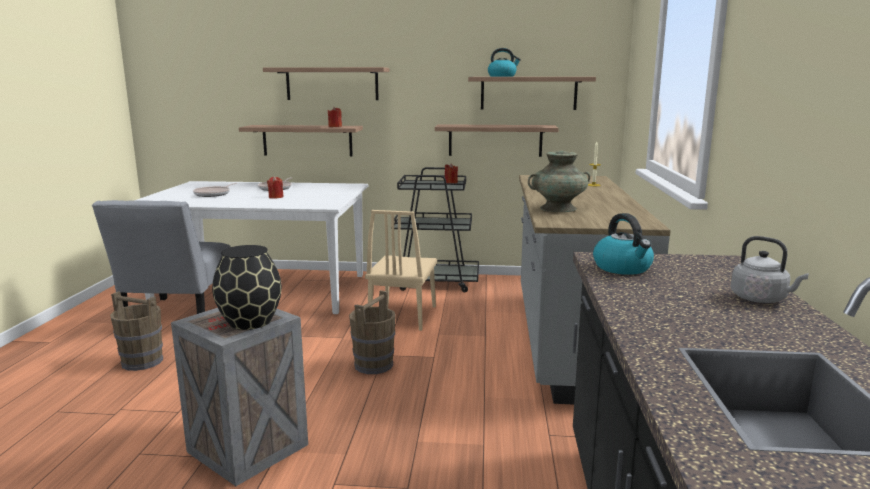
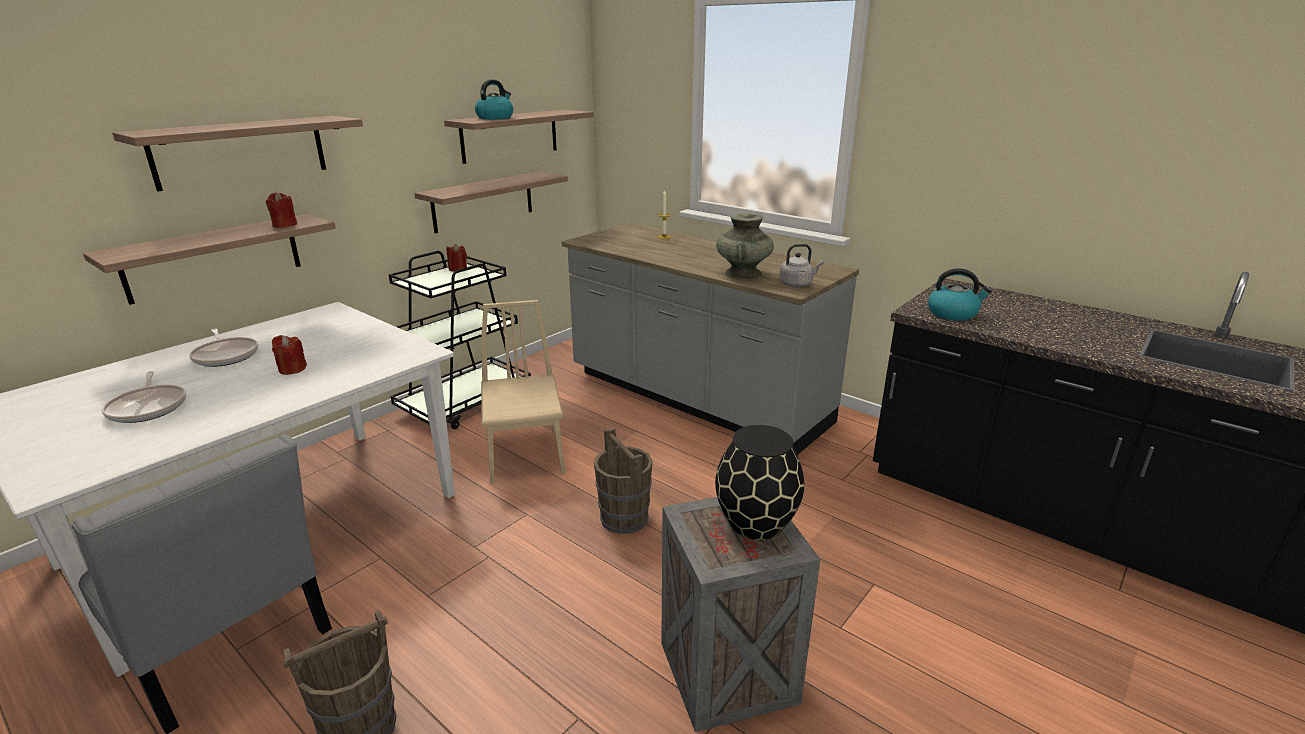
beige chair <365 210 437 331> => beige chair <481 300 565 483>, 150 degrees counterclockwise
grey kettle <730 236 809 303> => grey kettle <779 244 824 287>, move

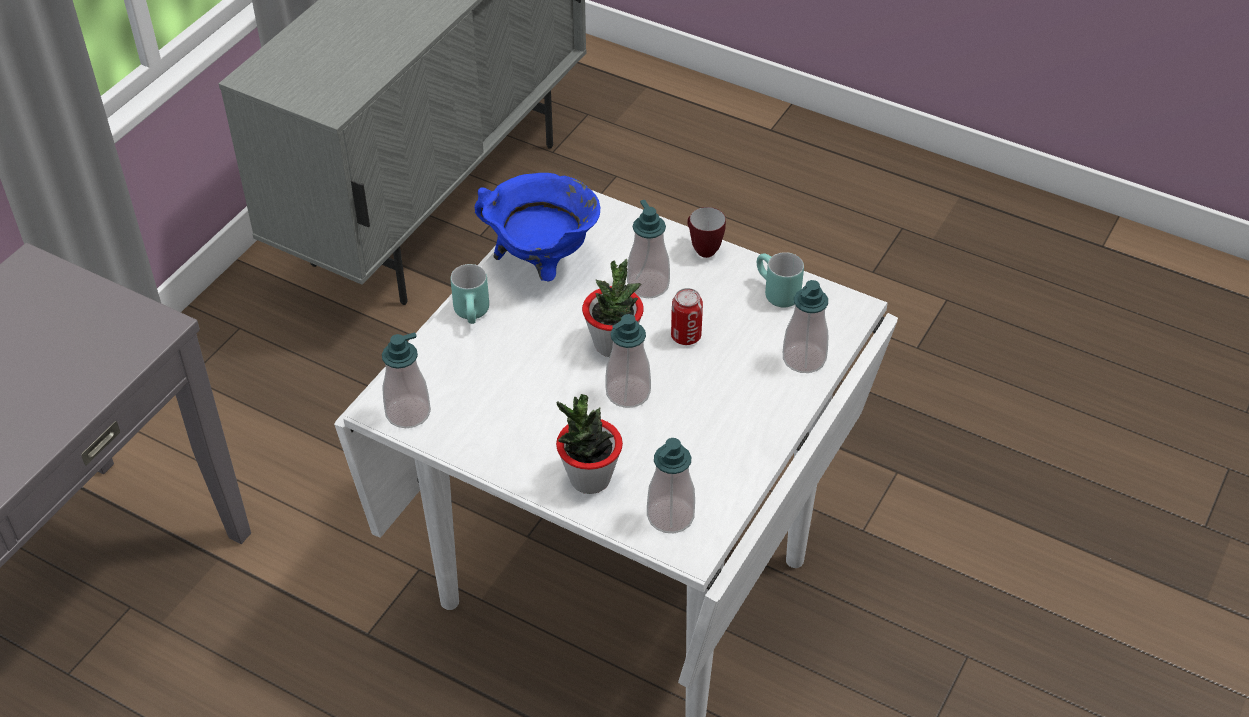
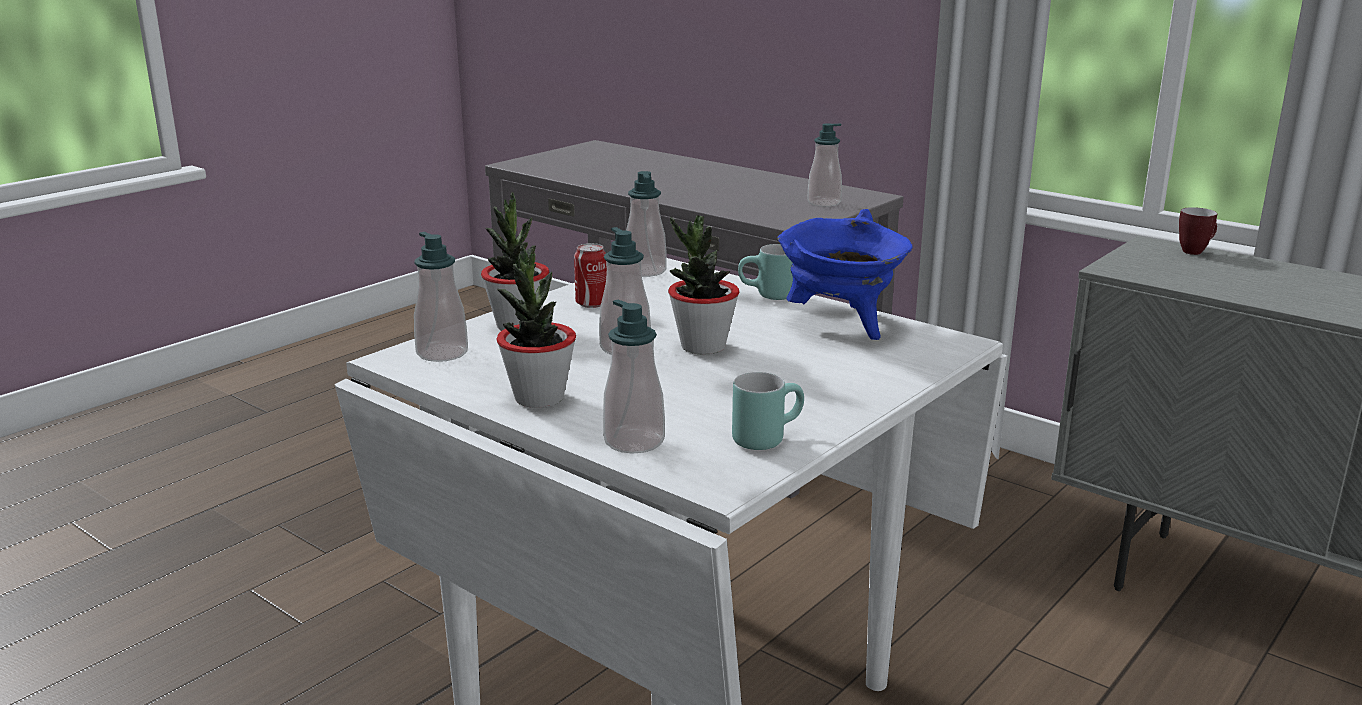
soap dispenser <627 200 670 298> => soap dispenser <807 123 842 207>, move
can <671 288 703 345> => can <574 243 607 308>, move
mug <687 207 726 258> => mug <1179 207 1217 255>, move
nothing => potted plant <496 244 576 408>

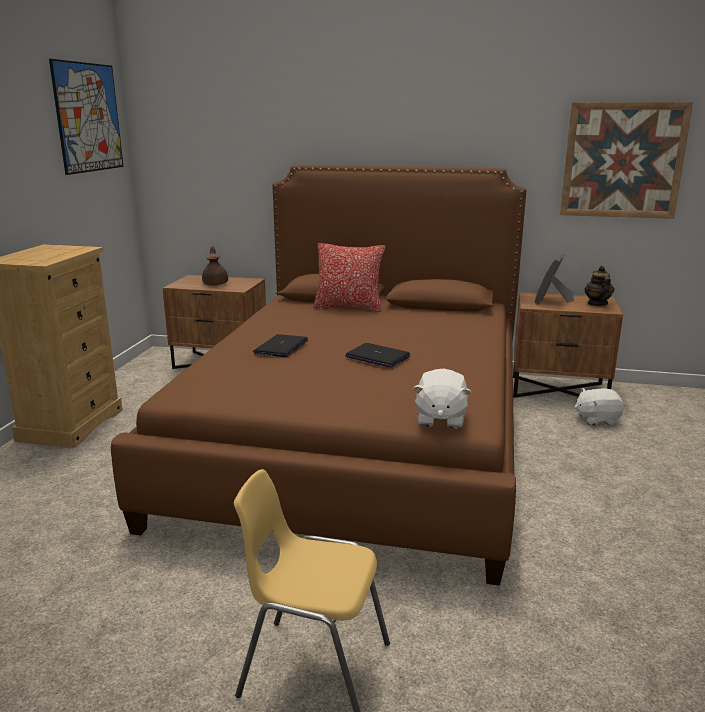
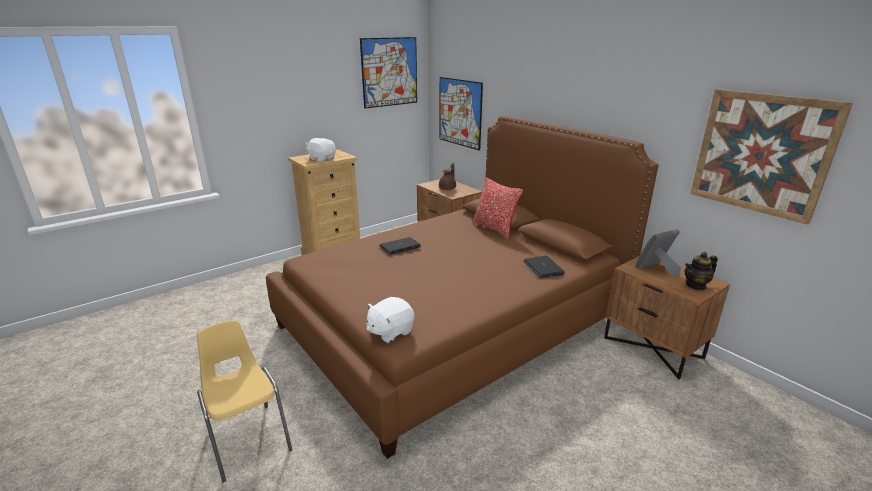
laptop <346 343 410 368> => laptop <523 256 565 278>, move
white plush toy <574 388 624 426> => white plush toy <305 138 336 162>, move
teapot <584 266 614 306> => teapot <685 252 718 290>, 150 degrees counterclockwise
nothing => picture <439 77 483 151>

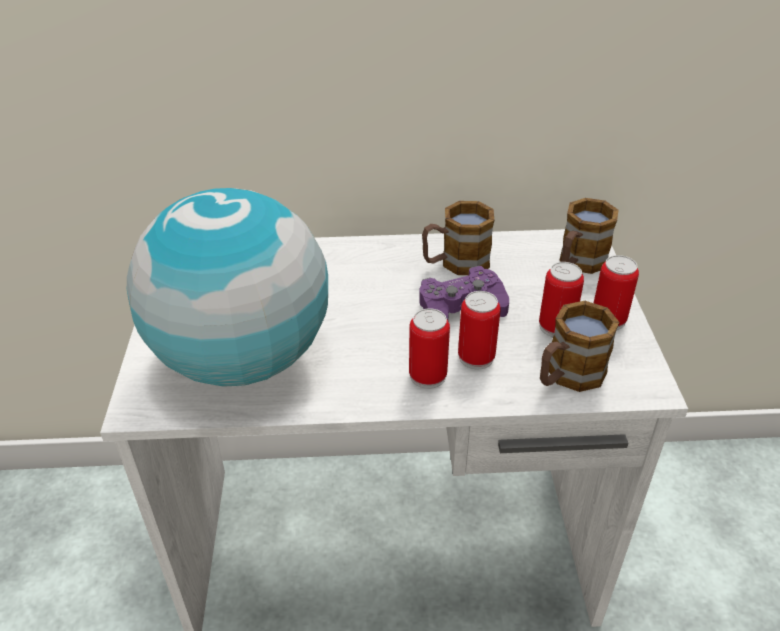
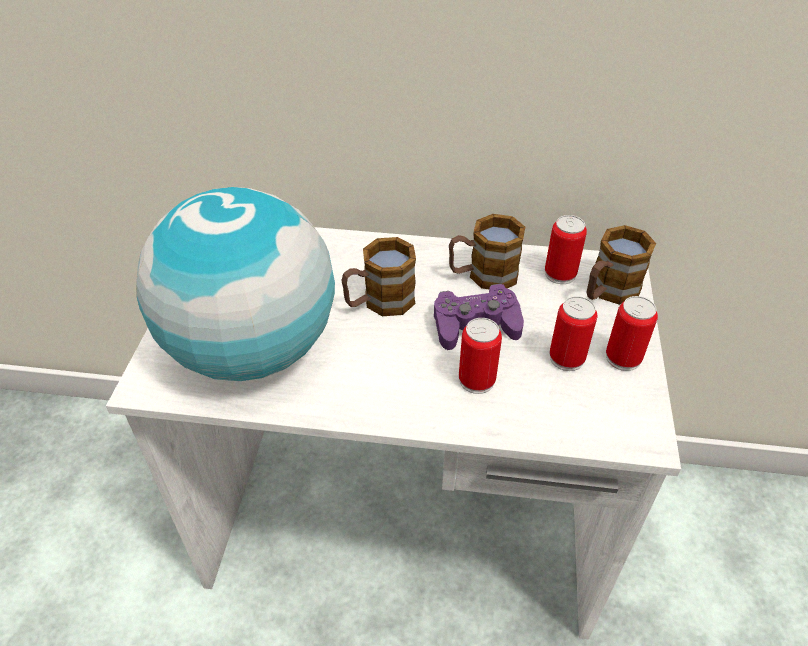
can <409 308 450 389> => can <545 215 587 284>, move
mug <540 301 620 392> => mug <341 237 416 316>, move

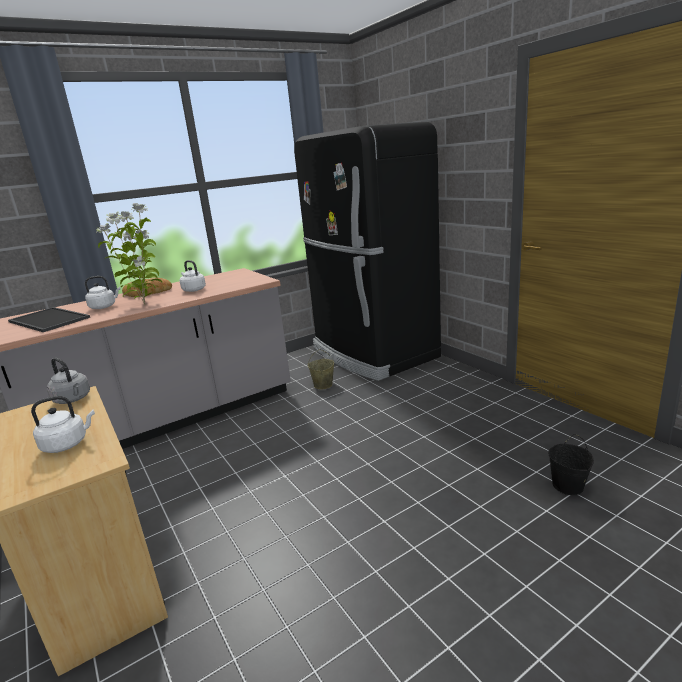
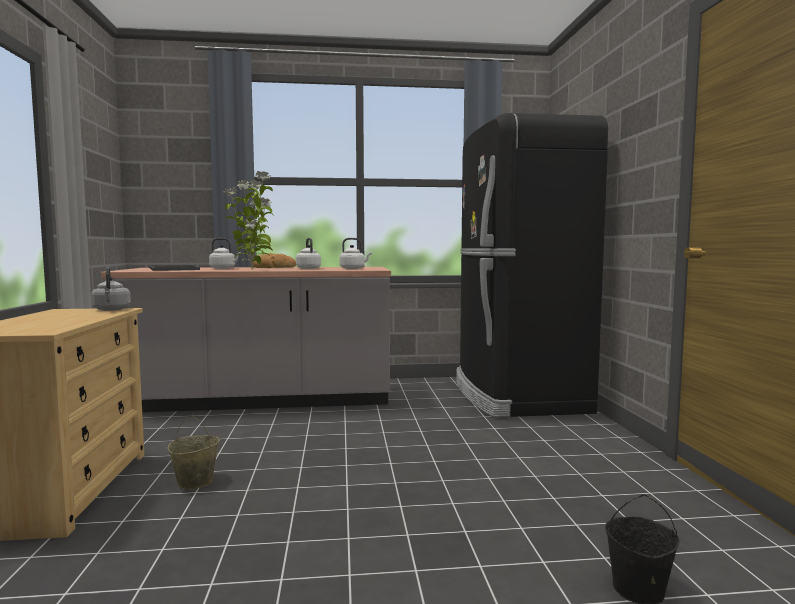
white kettle <31 396 95 453> => white kettle <340 238 372 269>, move
beige bucket <308 349 334 390> => beige bucket <167 416 220 489>, move

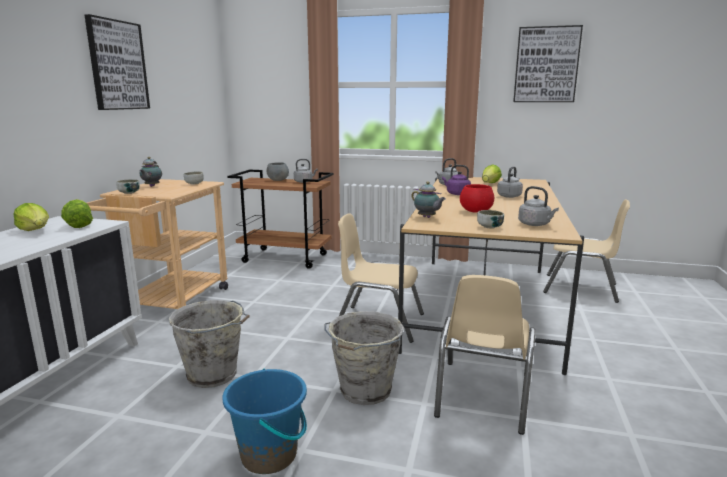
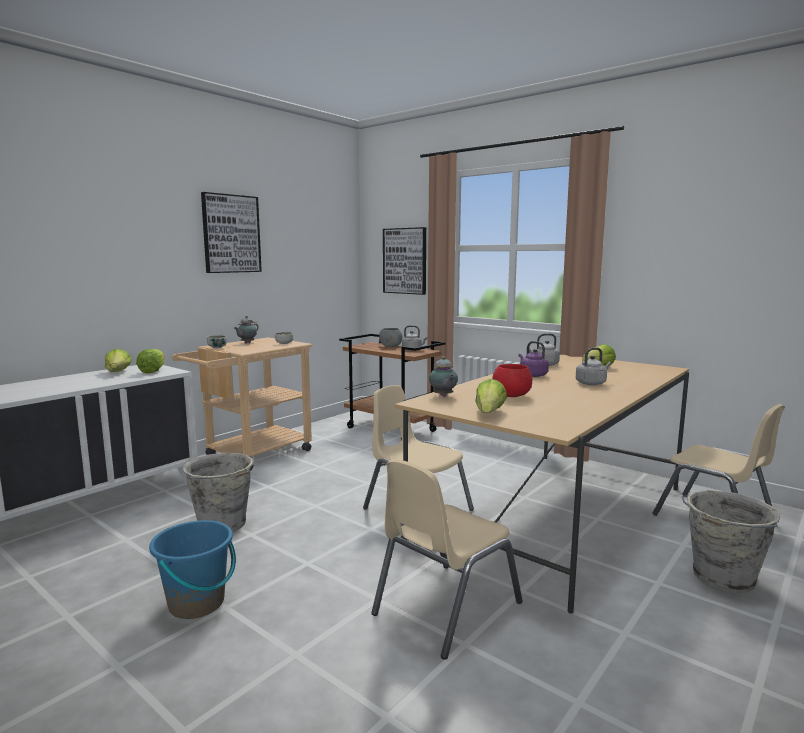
grey bucket <325 311 404 405> => grey bucket <682 490 780 593>, move
bowl <477 210 504 229> => lettuce <475 379 507 413>
picture <513 25 583 102> => picture <383 227 426 295>, move
grey kettle <518 186 559 226> => nothing

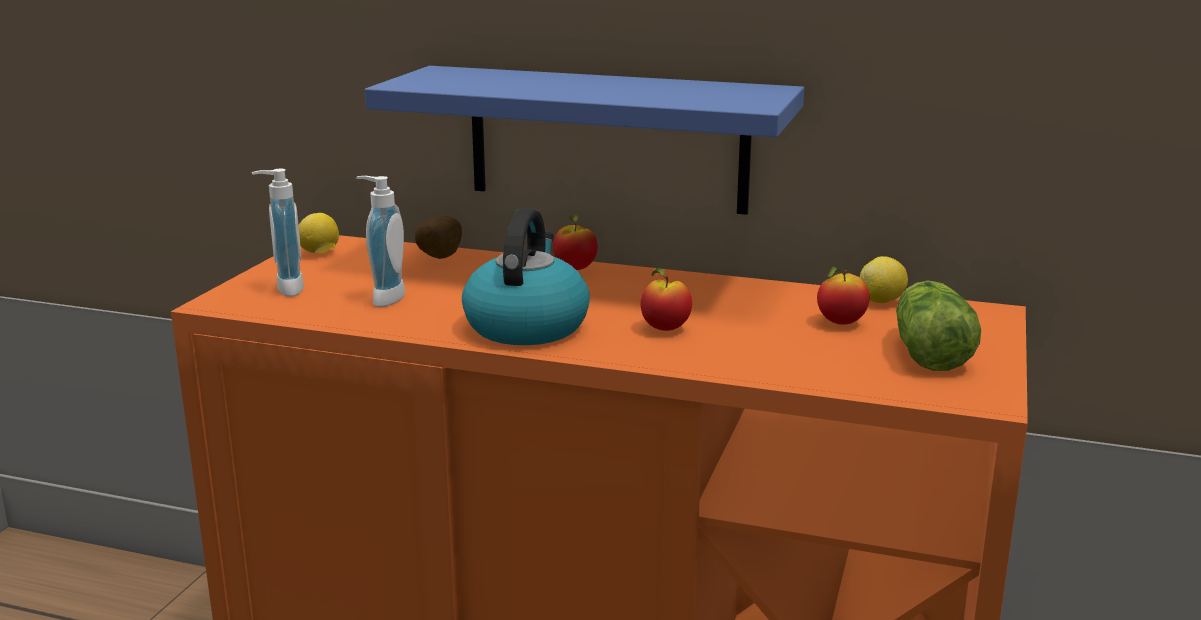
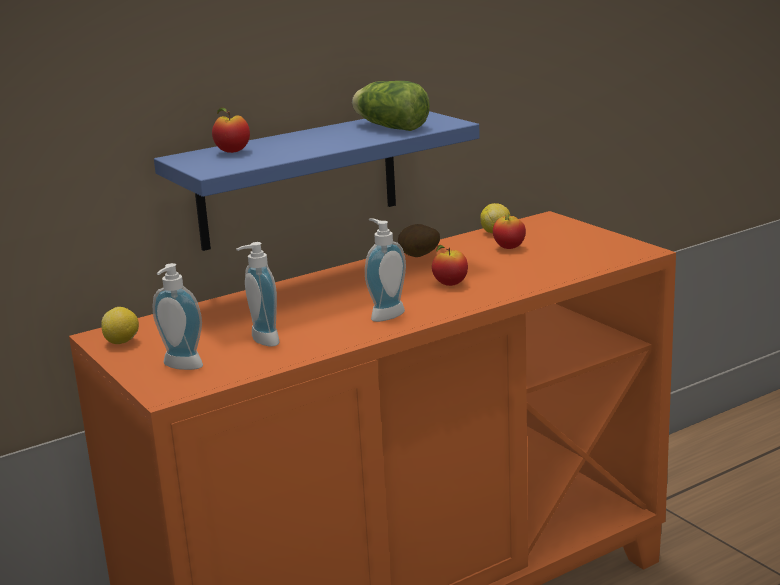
potato <415 216 462 259> => potato <397 224 440 257>, move
kettle <462 208 590 345> => soap dispenser <365 218 406 322>
apple <553 215 598 270> => apple <212 107 250 153>, move
lettuce <896 281 981 371> => lettuce <352 81 430 131>, move

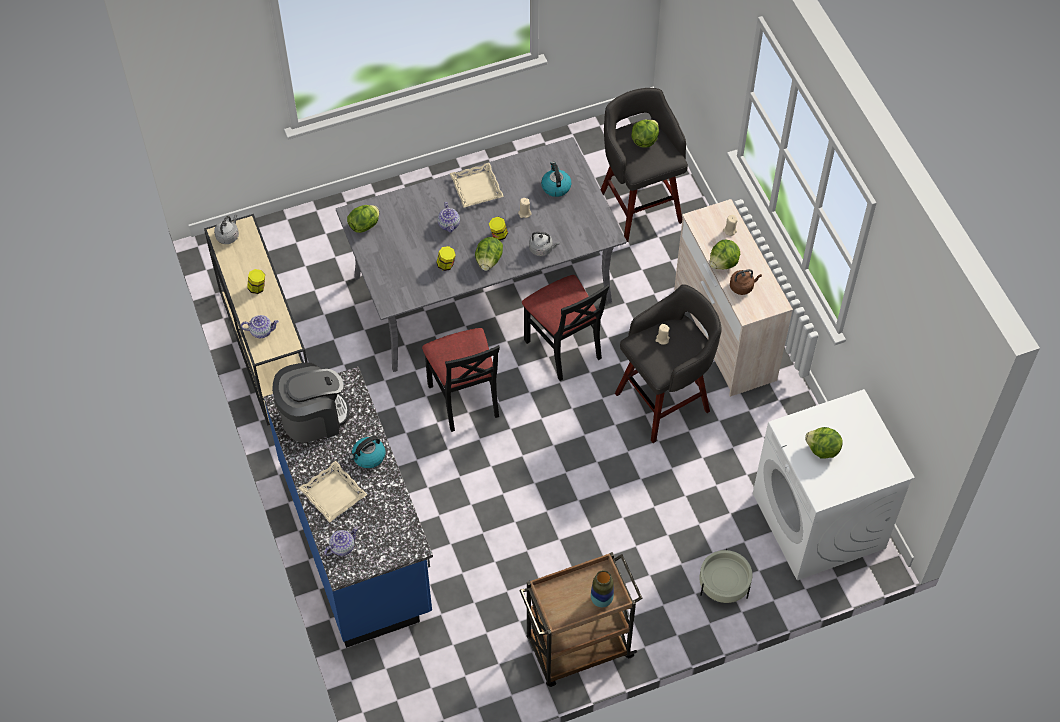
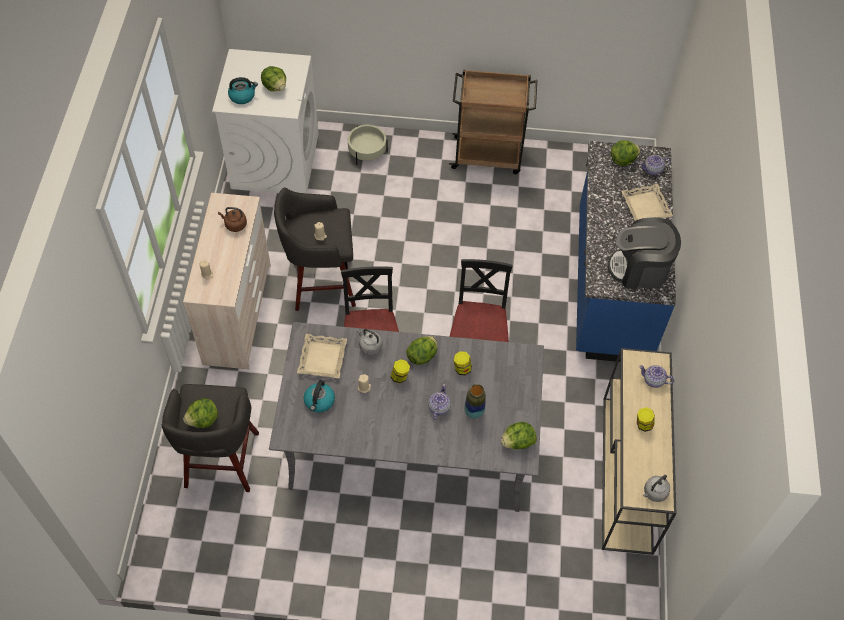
kettle <349 436 386 468> => kettle <228 77 258 104>, move
beige tray <450 163 504 208> => beige tray <297 334 347 378>, move
vase <591 570 614 607> => vase <464 384 486 419>, move
lettuce <710 240 740 269> => lettuce <611 140 641 166>, move

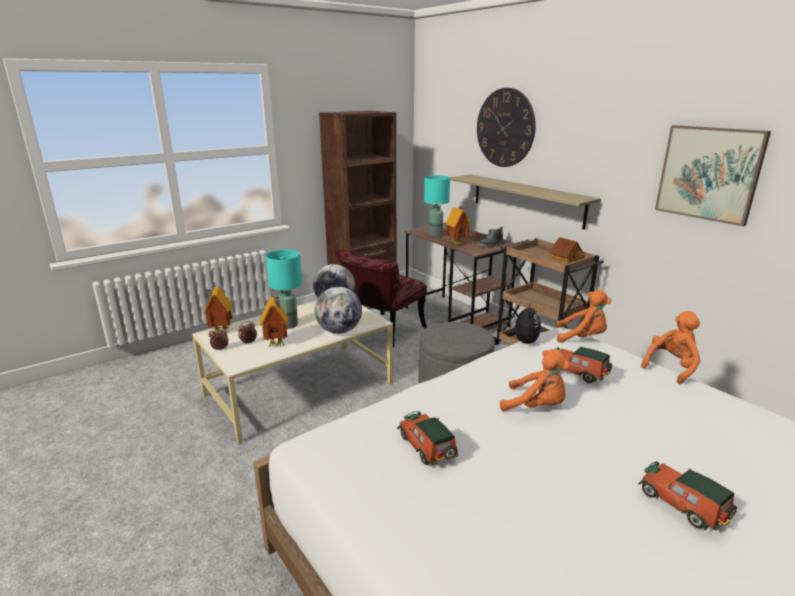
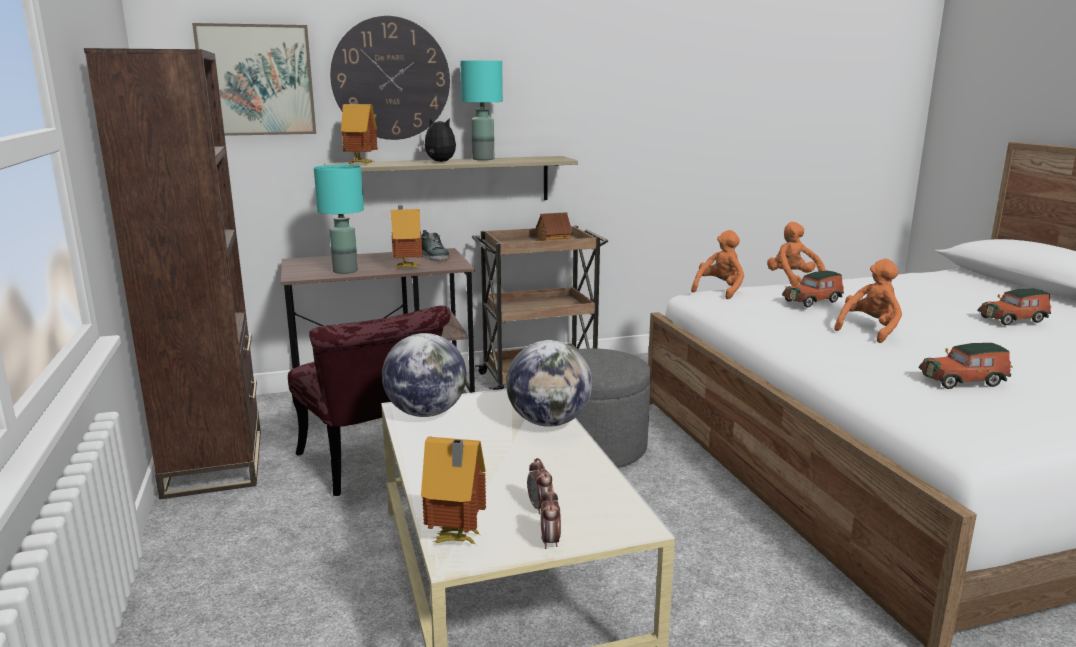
toy house <260 297 288 347> => toy house <341 101 378 164>, move
turquoise table lamp <266 250 302 328> => turquoise table lamp <460 60 503 160>, move
plush toy <506 302 541 344> => plush toy <419 118 456 162>, move
picture <655 125 771 226> => picture <192 23 316 136>, move

